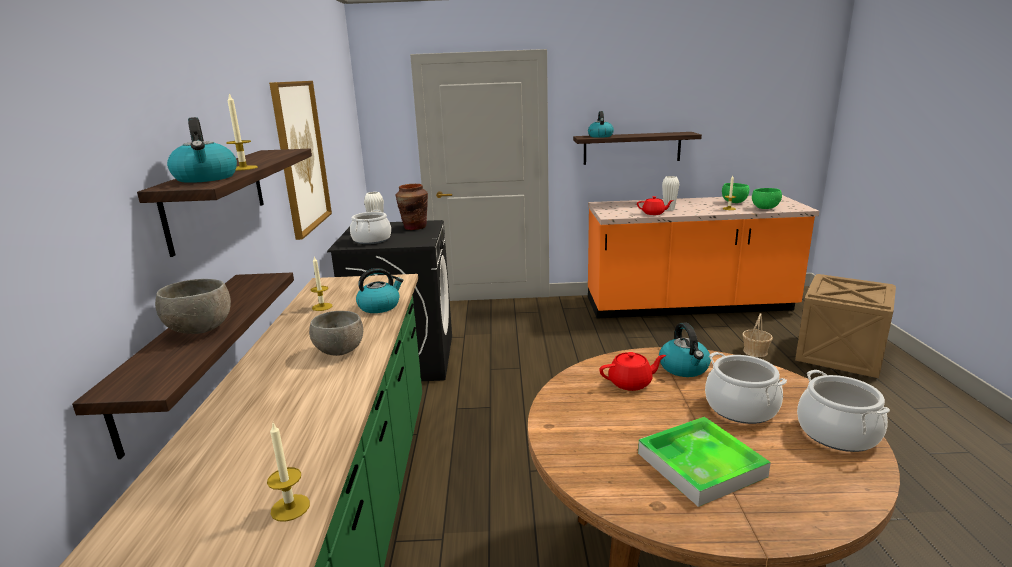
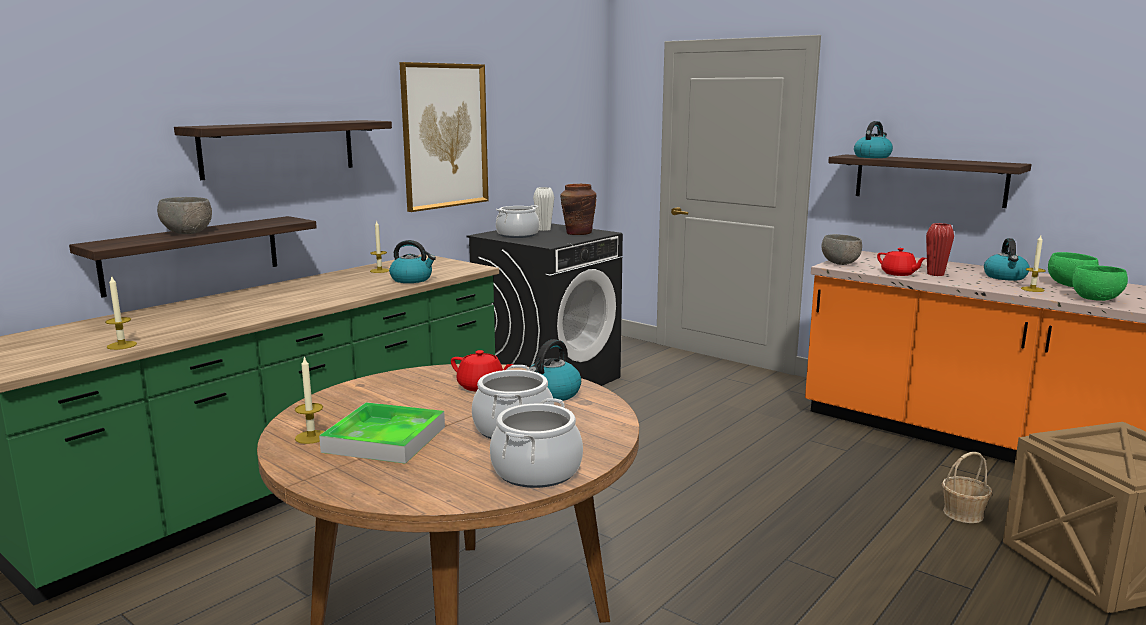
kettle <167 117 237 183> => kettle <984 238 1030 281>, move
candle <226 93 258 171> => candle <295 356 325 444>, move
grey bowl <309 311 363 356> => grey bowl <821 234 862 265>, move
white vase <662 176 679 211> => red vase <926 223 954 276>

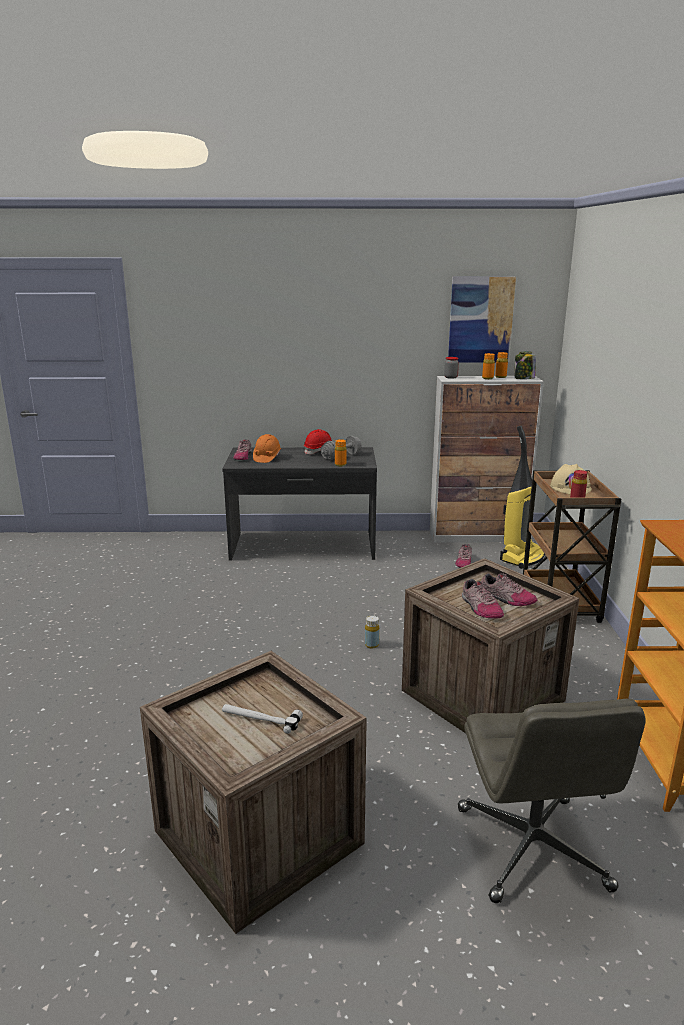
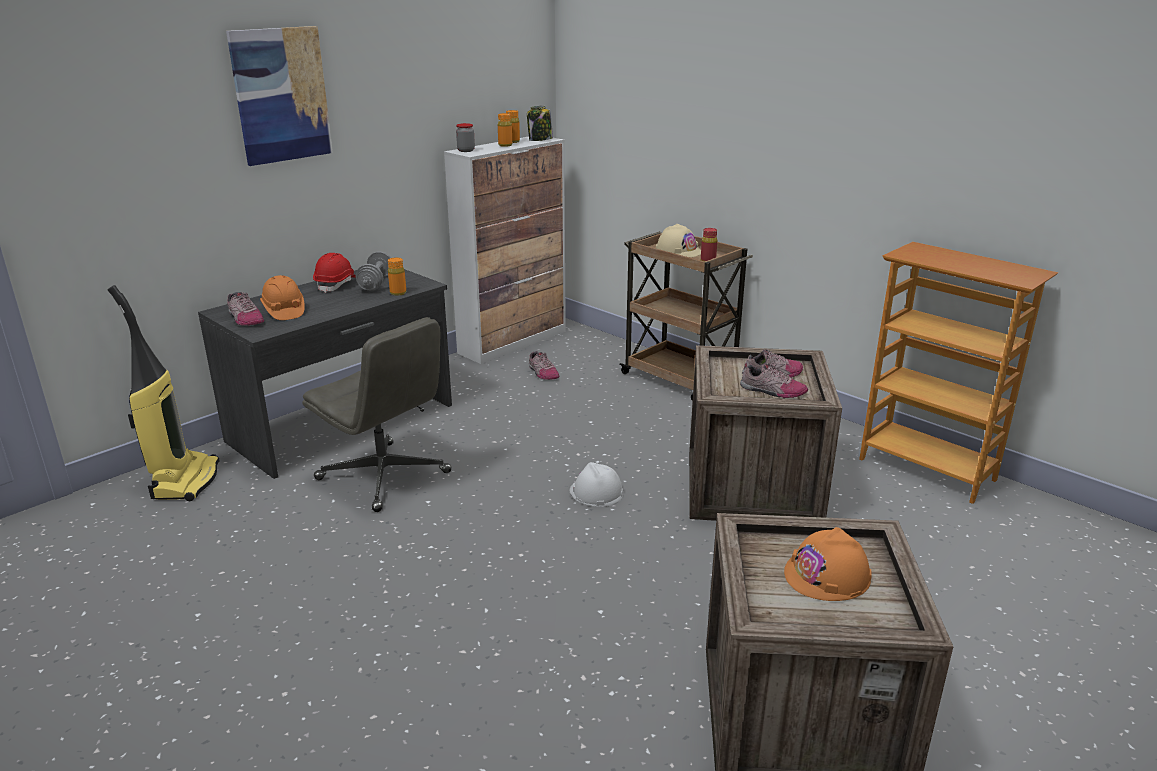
hammer <222 704 303 734> => orange hard hat <784 527 872 601>
yellow bottle <365 615 379 649> => white hard hat <570 462 623 507>
picture <448 277 516 362> => picture <226 26 333 166>, move
grey office chair <458 699 646 903> => grey office chair <302 317 452 512>, move
vacuum cleaner <500 426 545 569> => vacuum cleaner <108 285 220 501>, move

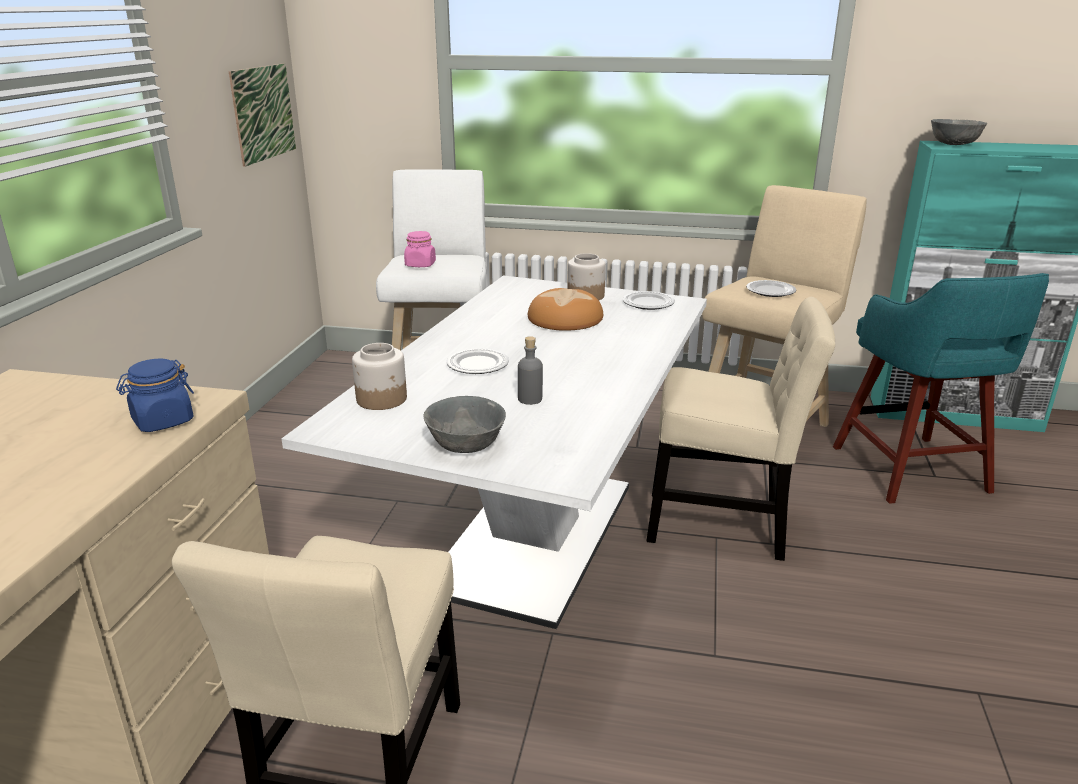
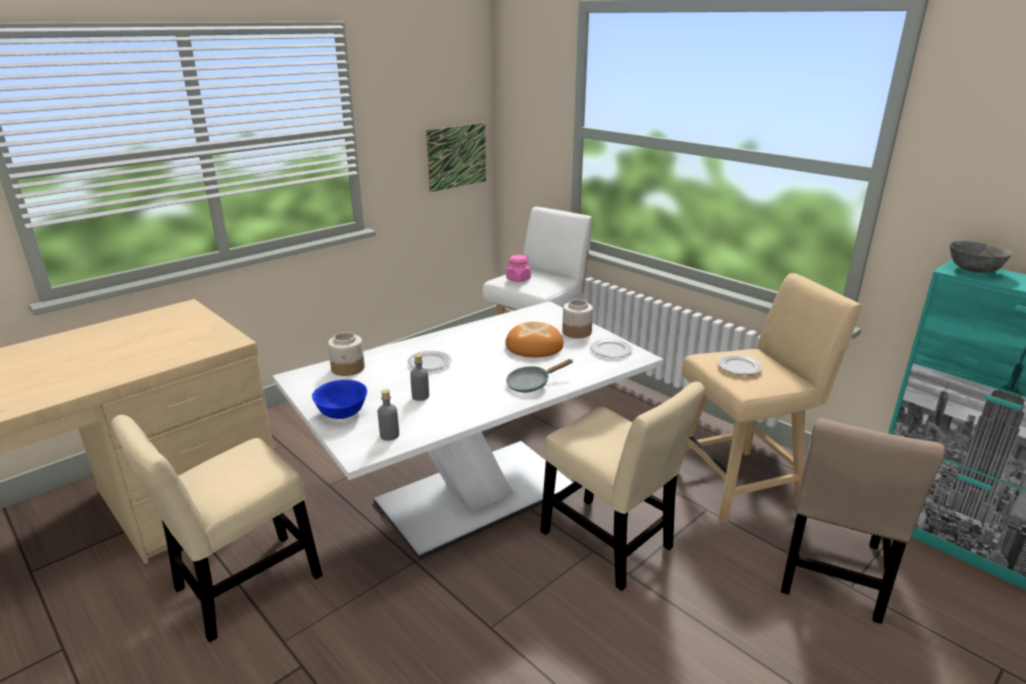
blue jar <116 359 194 432> => nothing
grey bowl <424 396 506 453> => blue bowl <312 380 367 419>
turquoise stool <833 273 1049 504> => beige chair <781 418 945 624>
nothing => grey bottle <378 389 399 441>
nothing => grey frying pan <506 359 572 393>

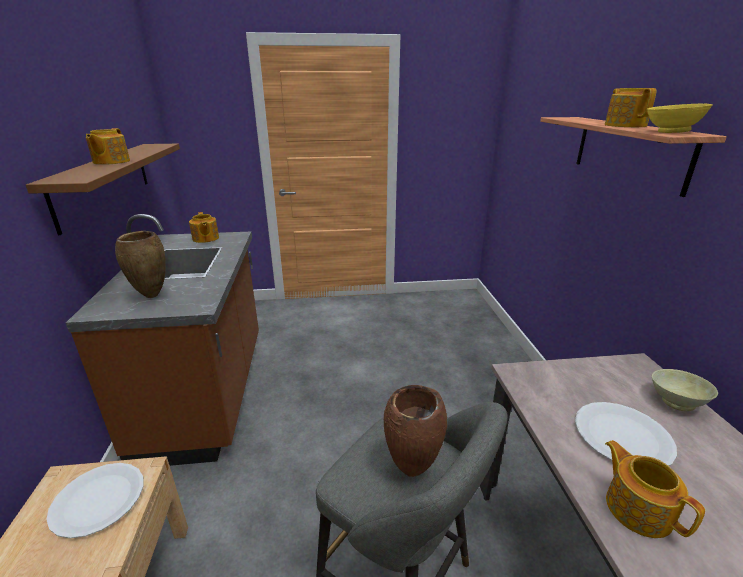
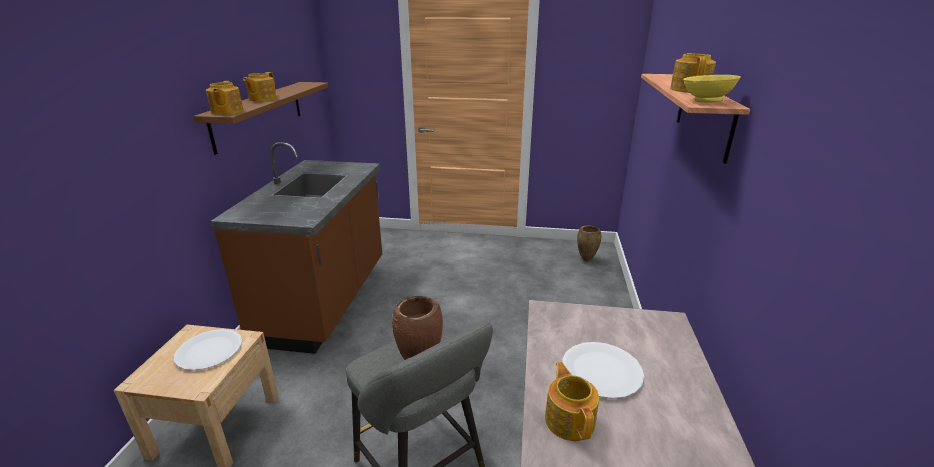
brown vase <115 231 166 298> => brown vase <577 225 601 261>, move
teapot <189 212 219 243> => teapot <206 81 243 115>, move
beige bowl <652 369 718 411> => nothing

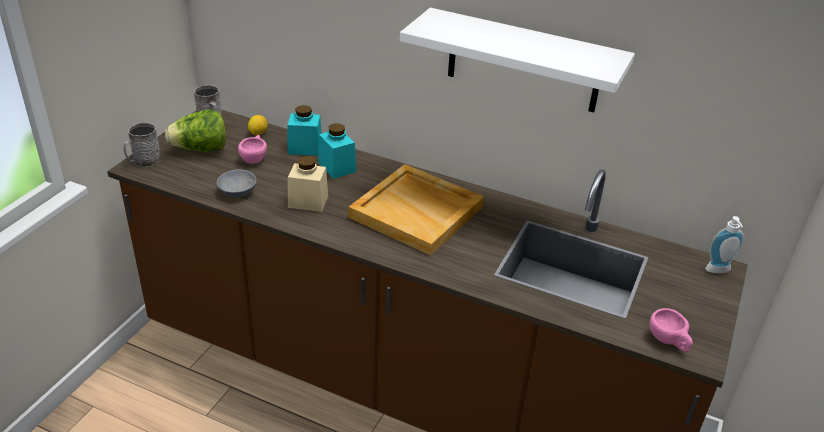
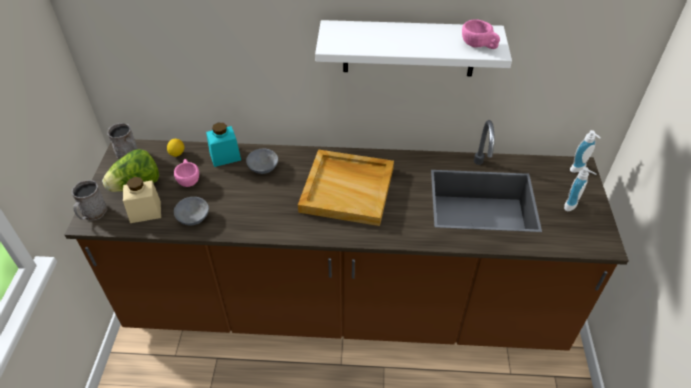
beige jar <288 156 328 212> => beige jar <123 177 161 223>, move
turquoise jar <318 123 356 179> => grey bowl <246 149 278 174>
pink cup <650 308 693 352> => pink cup <462 19 500 49>, move
nothing => soap dispenser <564 167 596 211>

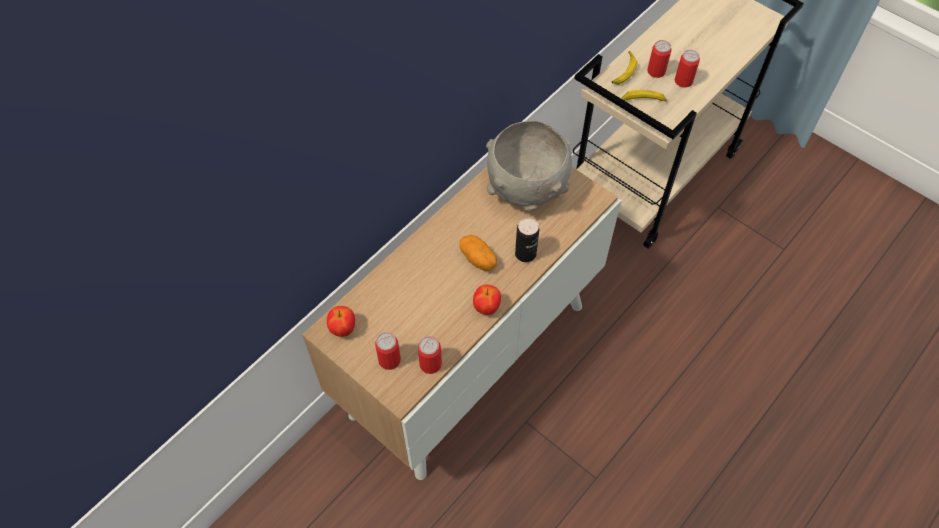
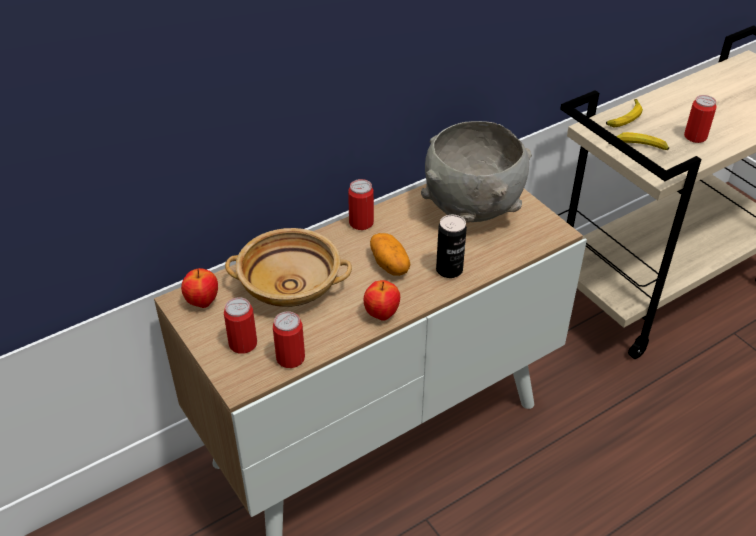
can <647 40 672 78> => can <348 179 374 230>, move
nothing => beige bowl <225 228 352 307>

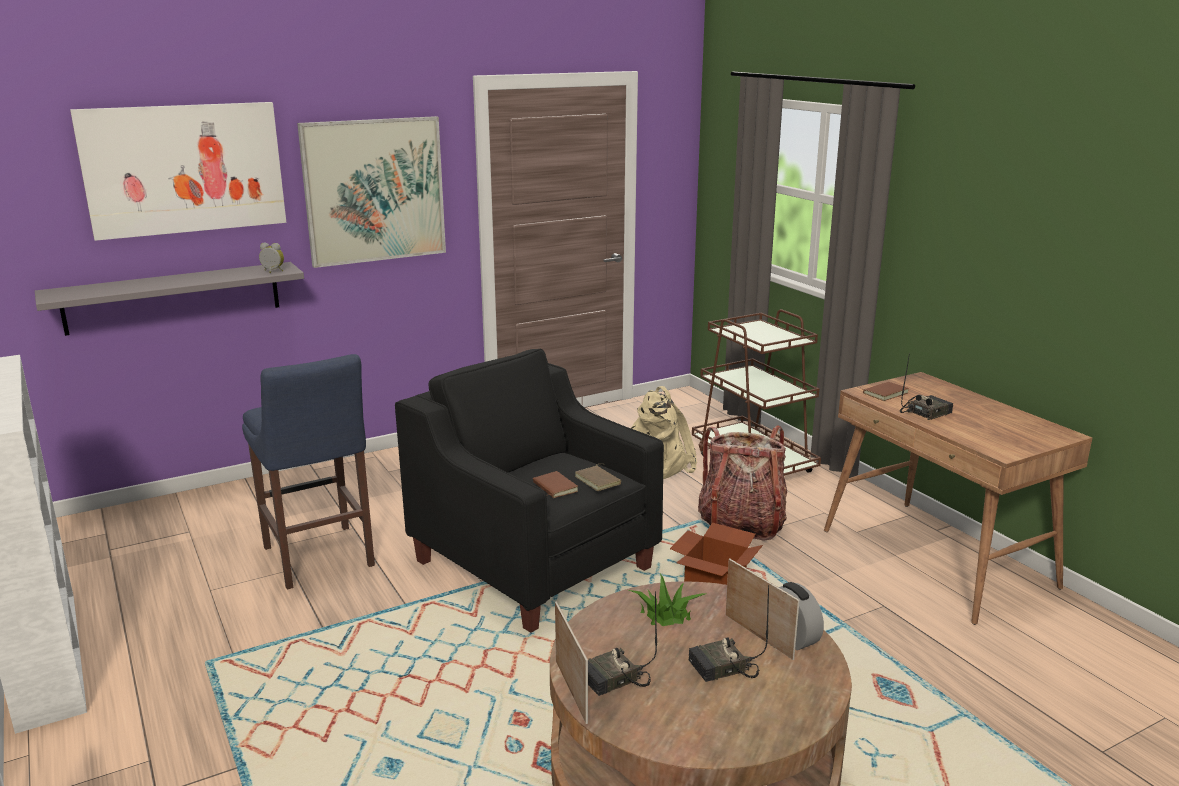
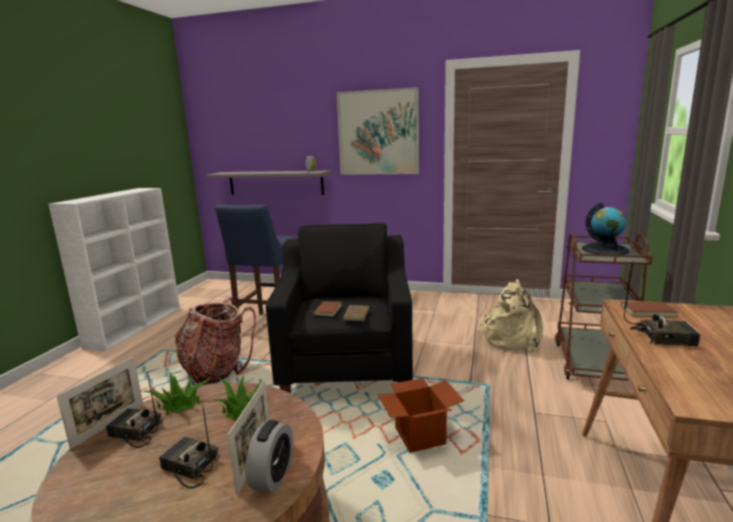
picture <70 102 286 241> => nothing
backpack <698 425 787 541> => backpack <175 297 256 385>, move
nothing => potted plant <141 372 211 415>
nothing => globe <582 203 630 255>

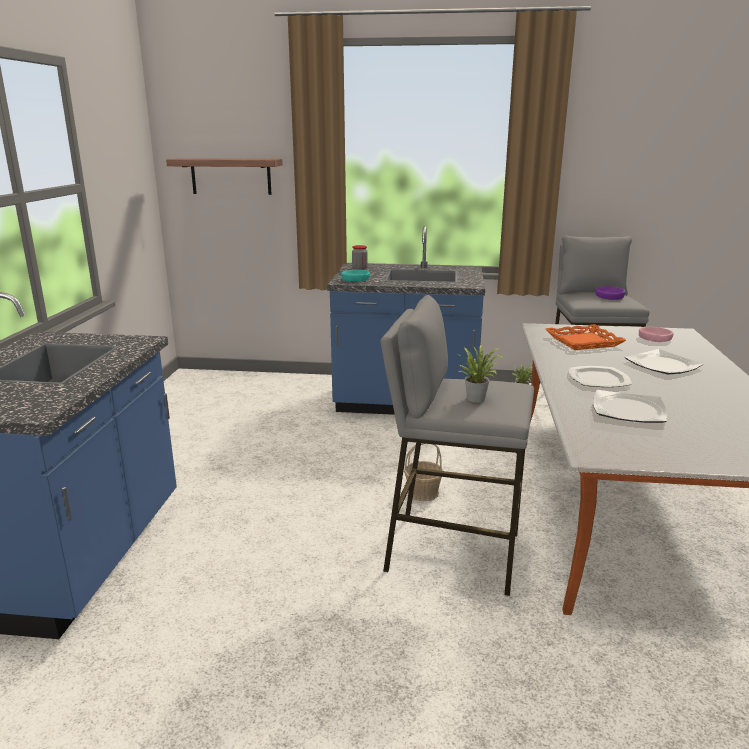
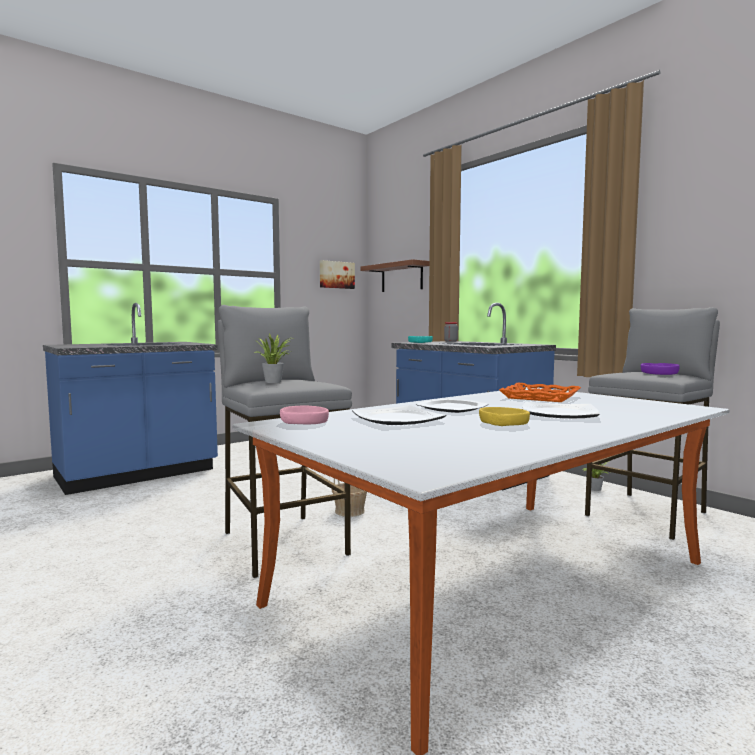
pink bowl <639 327 673 342> => pink bowl <280 405 329 424>, move
nothing => picture <320 260 355 289>
nothing => yellow bowl <479 407 530 426>

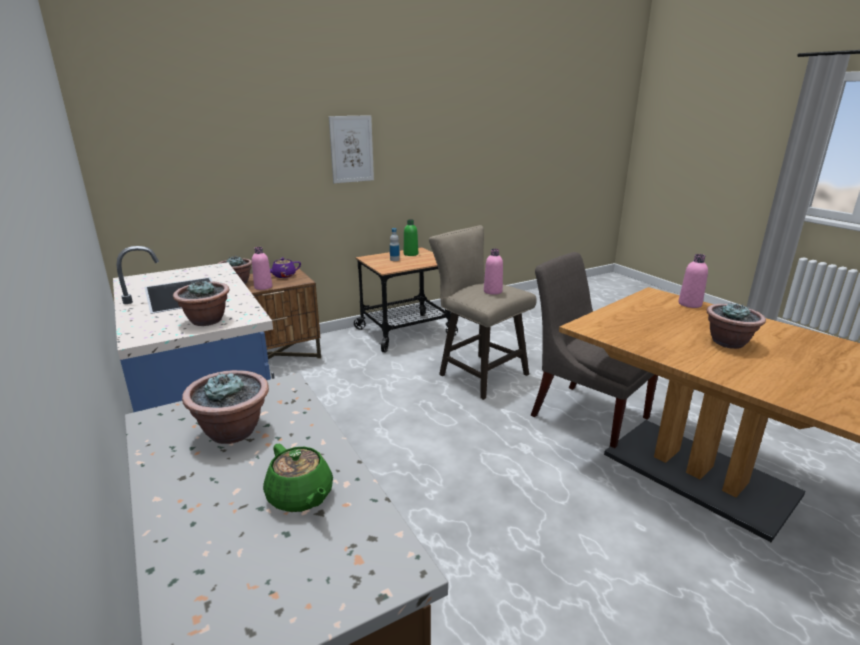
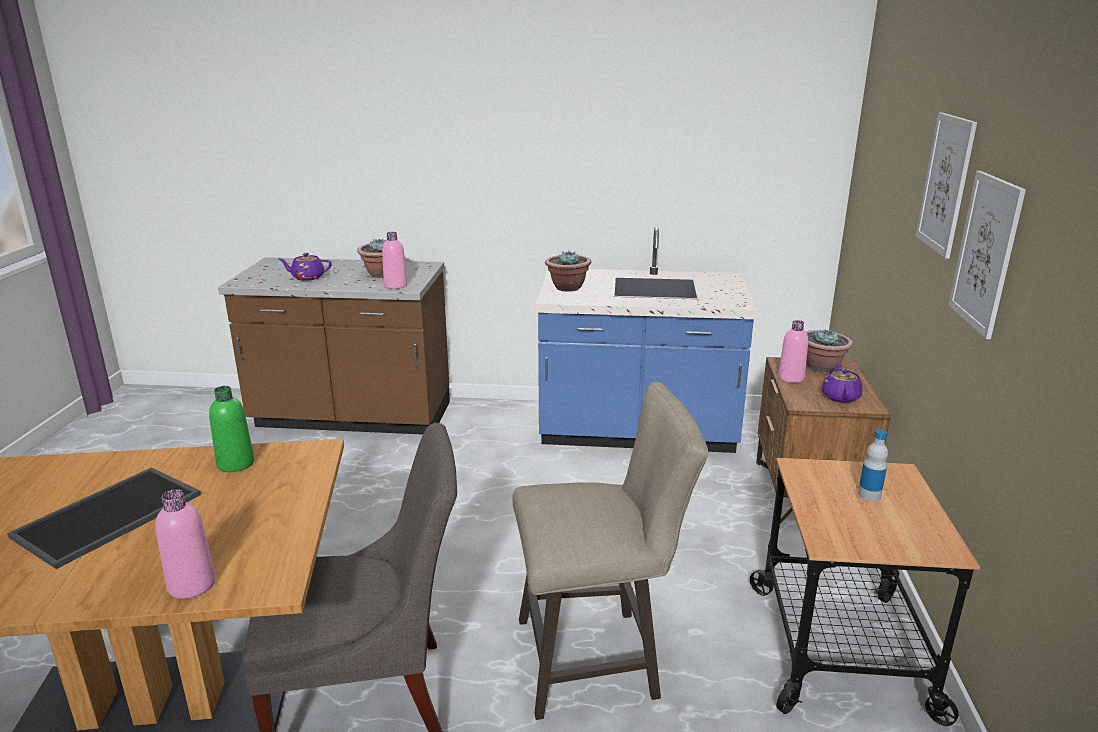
green teapot <263 444 333 512> => purple teapot <279 253 332 281>
green bottle <404 219 418 256> => green bottle <209 386 254 472>, move
pink bottle <484 249 503 295> => pink bottle <382 232 407 289>, move
potted plant <707 303 766 349> => tray <7 467 201 569>
nothing => picture <916 112 977 259>

